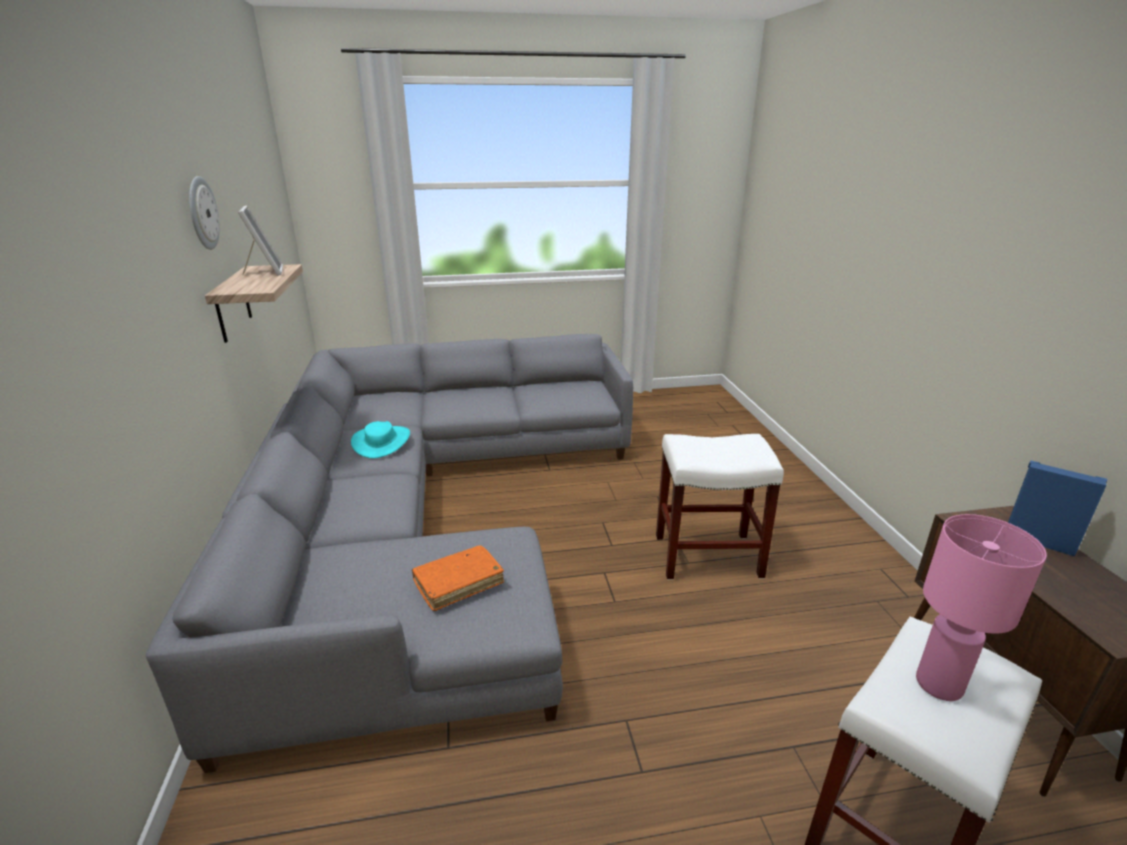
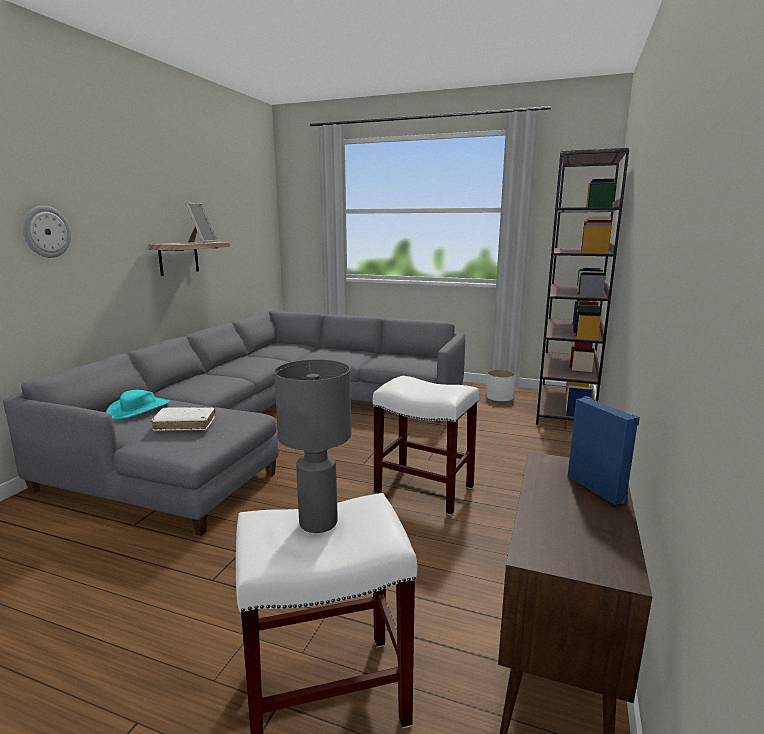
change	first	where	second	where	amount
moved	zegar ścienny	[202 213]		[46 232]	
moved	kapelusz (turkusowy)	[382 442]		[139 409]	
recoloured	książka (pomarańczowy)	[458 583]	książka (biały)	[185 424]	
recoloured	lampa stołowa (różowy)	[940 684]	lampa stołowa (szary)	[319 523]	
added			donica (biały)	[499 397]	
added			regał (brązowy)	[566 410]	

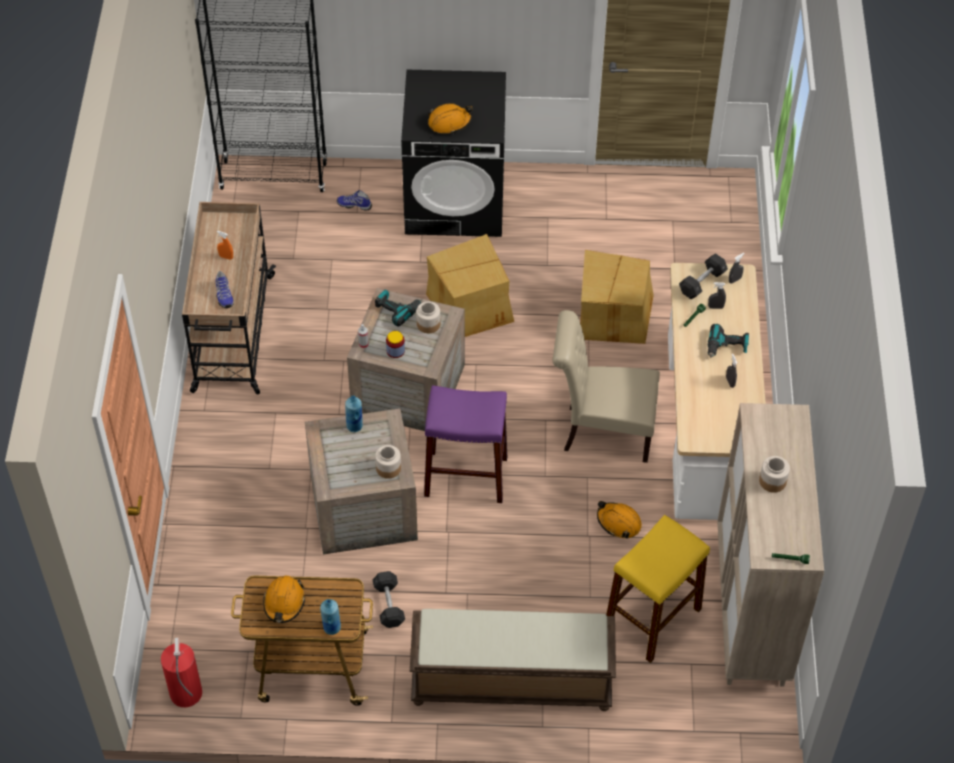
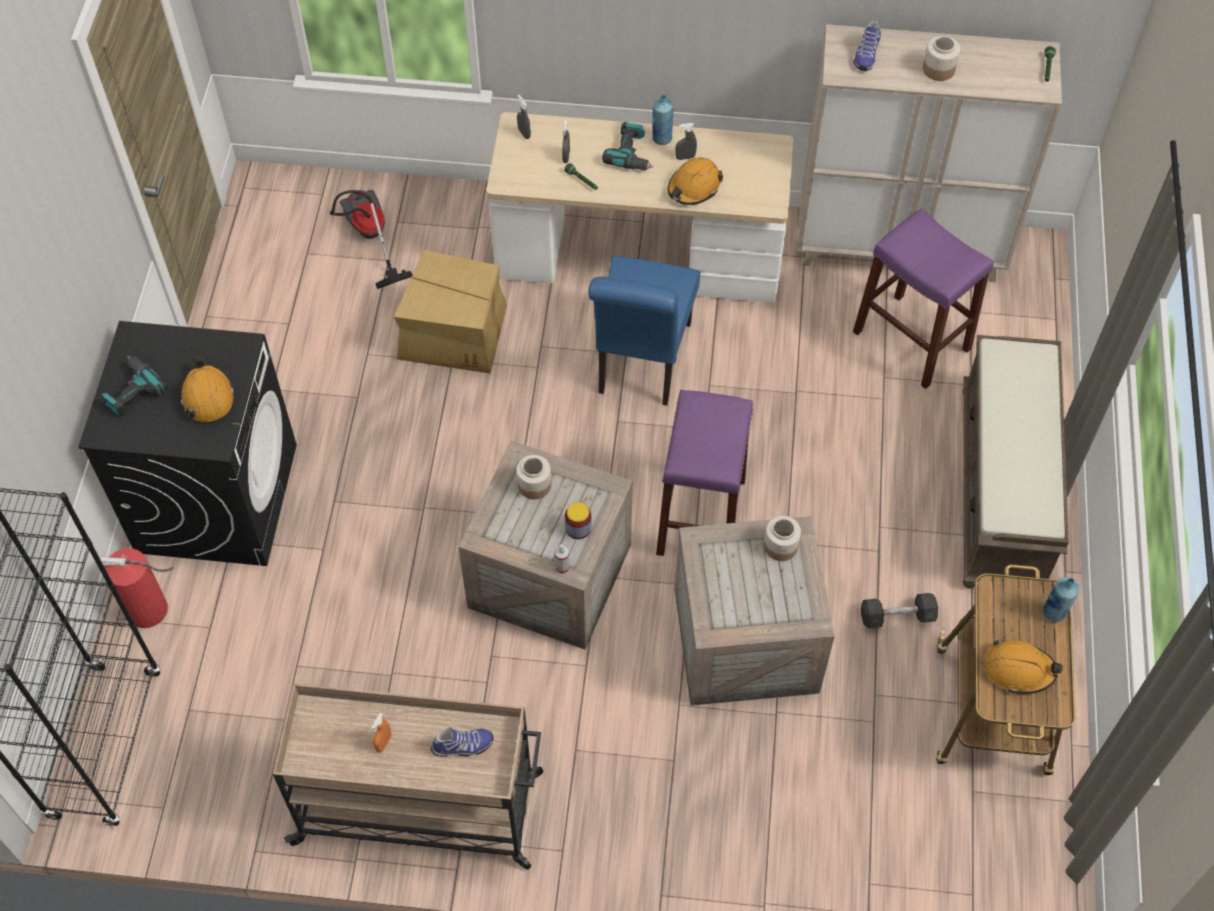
change	first	where	second	where	amount
moved	gaśnica	[185 694]		[149 609]	
moved	wiertarka	[397 309]		[132 391]	
added			odkurzacz	[368 237]	
recoloured	krzesło (beżowy)	[601 432]	krzesło (niebieski)	[641 363]	
moved	butelka (niebieski)	[354 426]		[662 138]	
moved	kask (pomarańczowy)	[618 522]		[694 187]	
recoloured	stołek (żółty)	[652 618]	stołek (fioletowy)	[912 340]	
moved	but	[354 204]		[866 54]	
removed	karton	[471 304]			
removed	hantel (szary)	[702 282]			

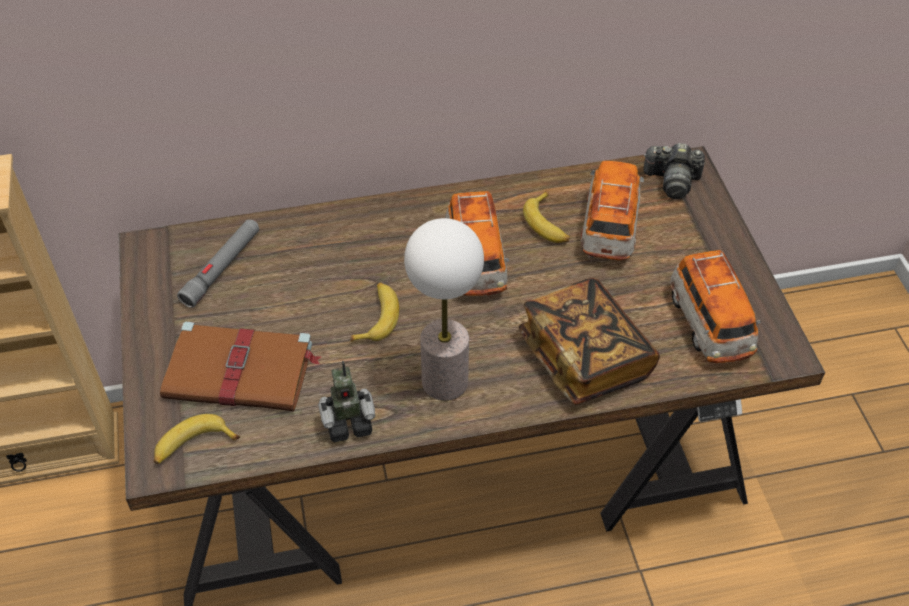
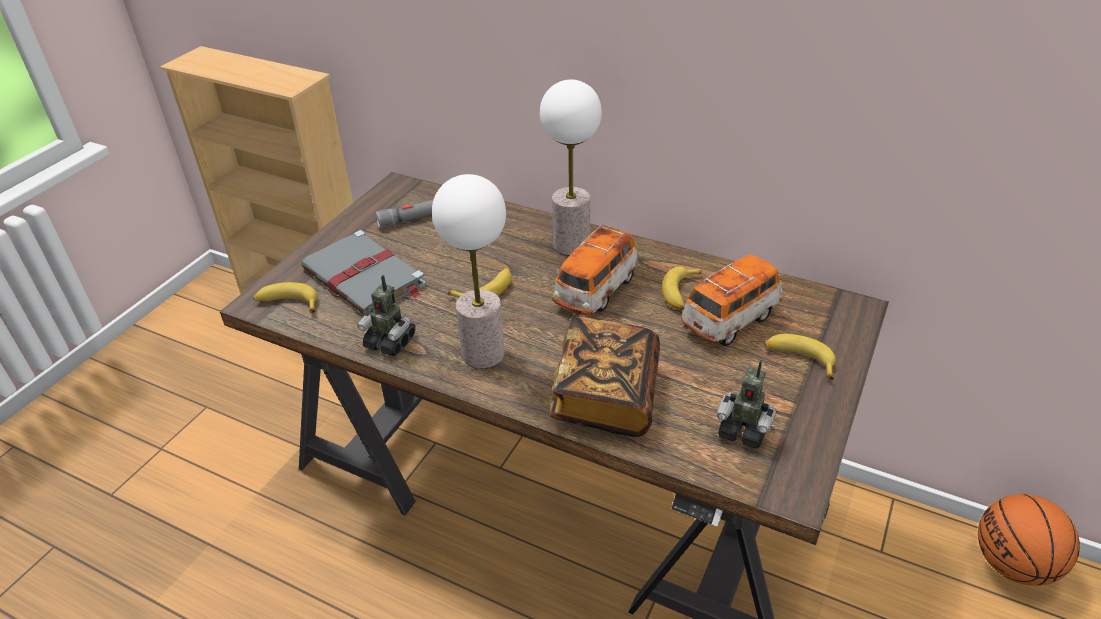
change	first	where	second	where	amount
recoloured	książka (brązowy)	[241 371]	książka (szary)	[365 278]	
added			lampa stołowa	[571 245]	
replaced	samochodzik	[709 324]	robot zabawkowy	[743 430]	
added			banan	[798 359]	
added			piłka do koszykówki	[1012 564]	
removed	aparat fotograficzny	[672 181]			

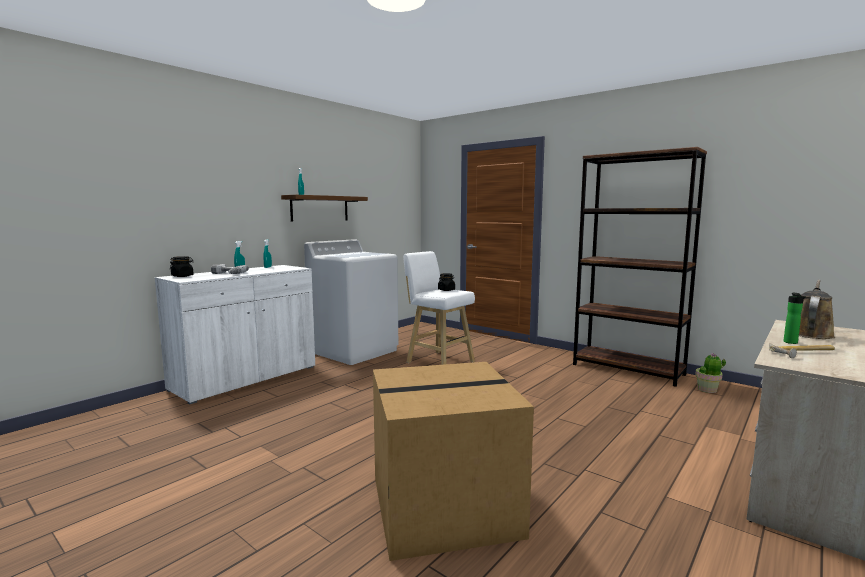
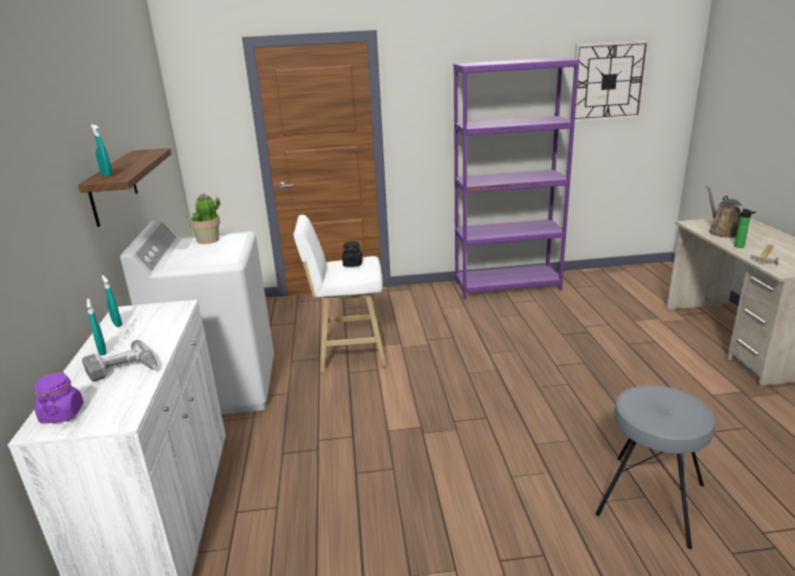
change	first	where	second	where	amount
recoloured	słoik (czarny)	[182 276]	słoik (fioletowy)	[62 414]	
moved	roślina doniczkowa	[707 389]		[208 240]	
recoloured	regał (brązowy)	[628 369]	regał (fioletowy)	[507 286]	
added			zegar ścienny	[608 81]	
replaced	karton	[445 504]	stołek (szary)	[649 499]	

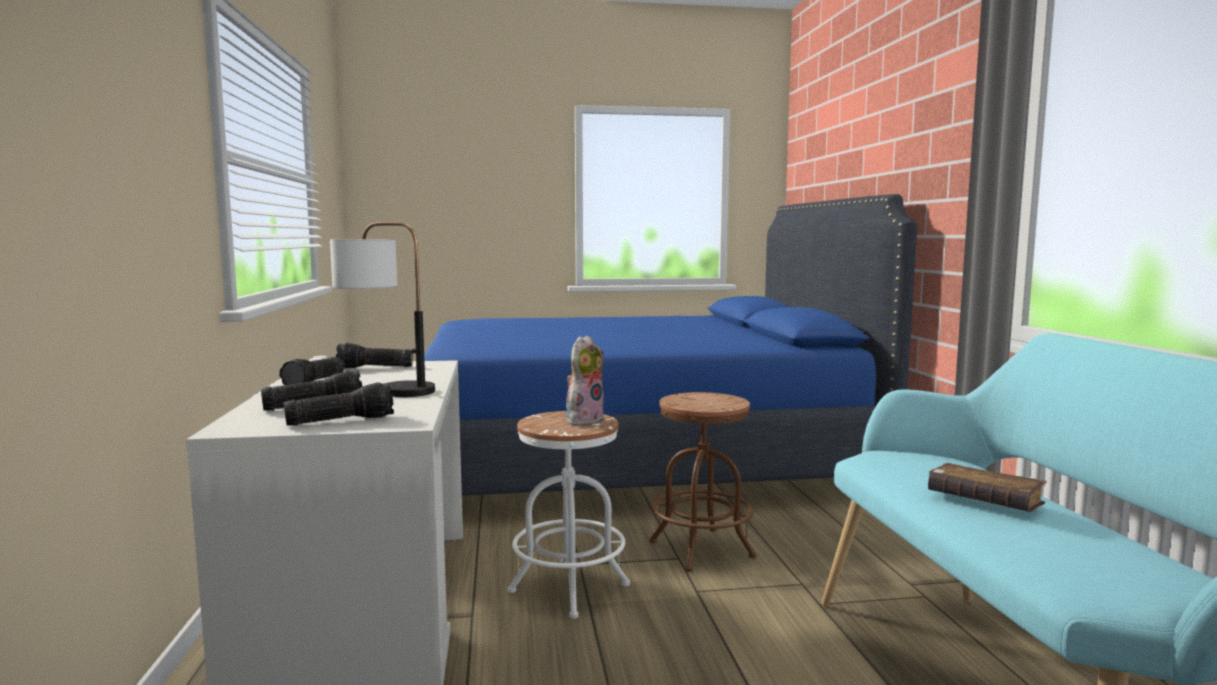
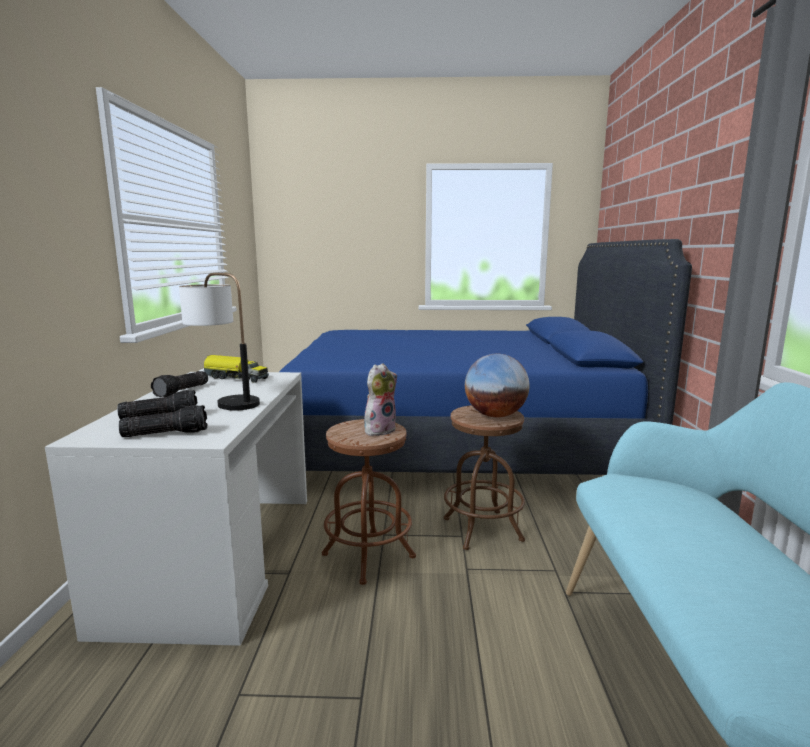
change	first	where	second	where	amount
replaced	latarka	[374 368]	ciężarówka zabawkowa	[235 378]	
recoloured	stołek (biały)	[569 588]	stołek (brązowy)	[368 556]	
added			globus	[495 415]	
removed	książka (brązowy)	[984 501]			

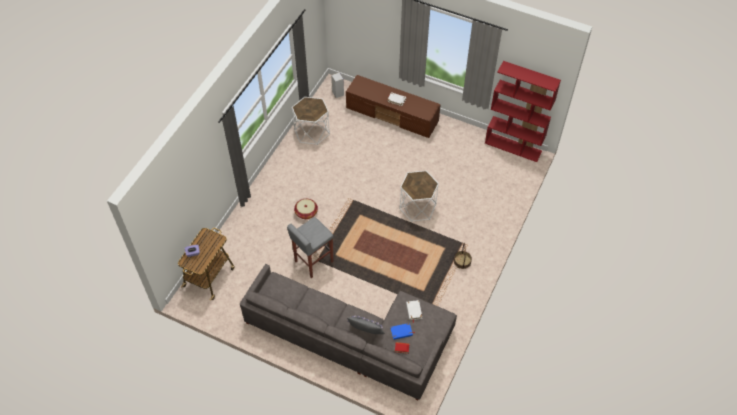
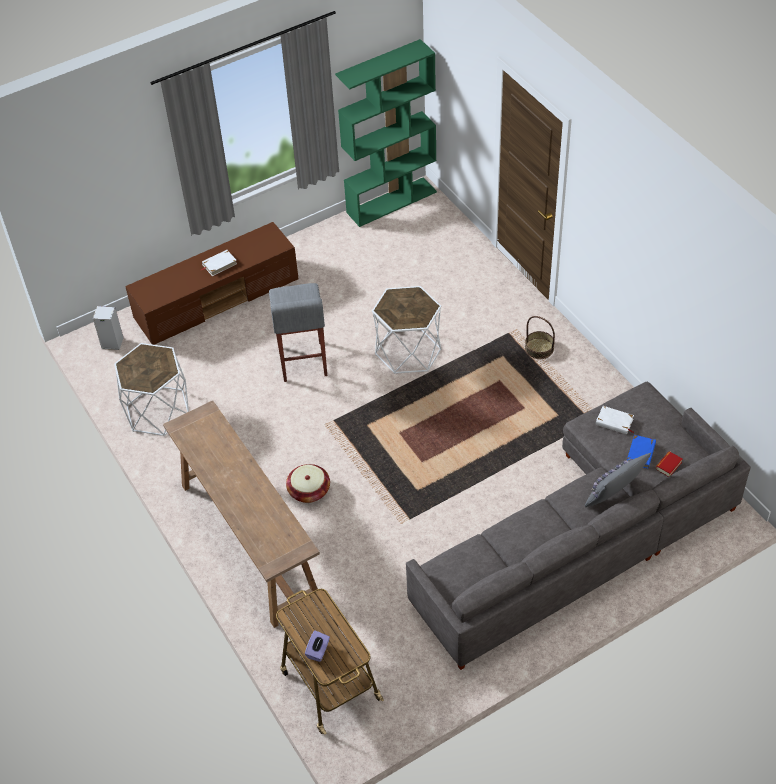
change	first	where	second	where	amount
added			stolik konsolowy (brązowy)	[249 541]	
moved	stołek (szary)	[313 261]		[302 362]	
recoloured	regał (czerwony)	[513 147]	regał (zielony)	[391 201]	

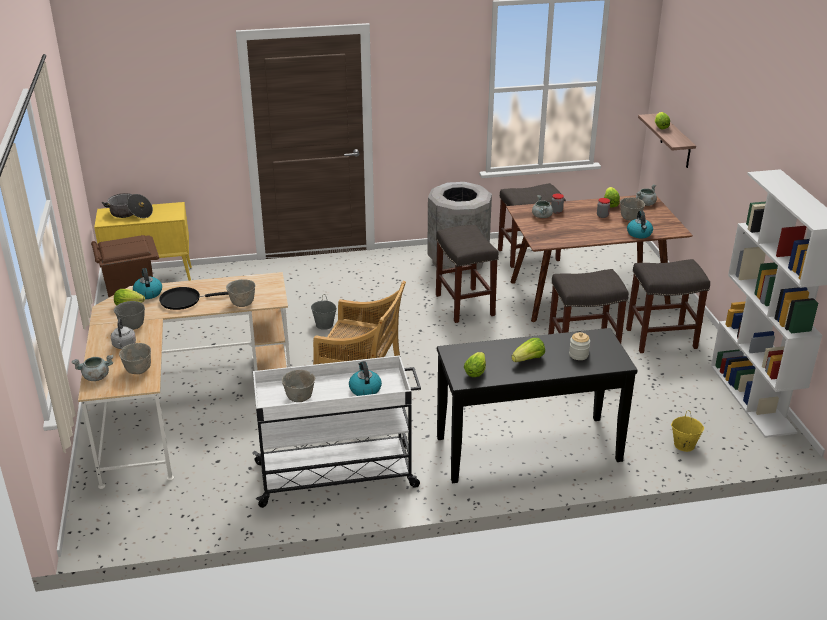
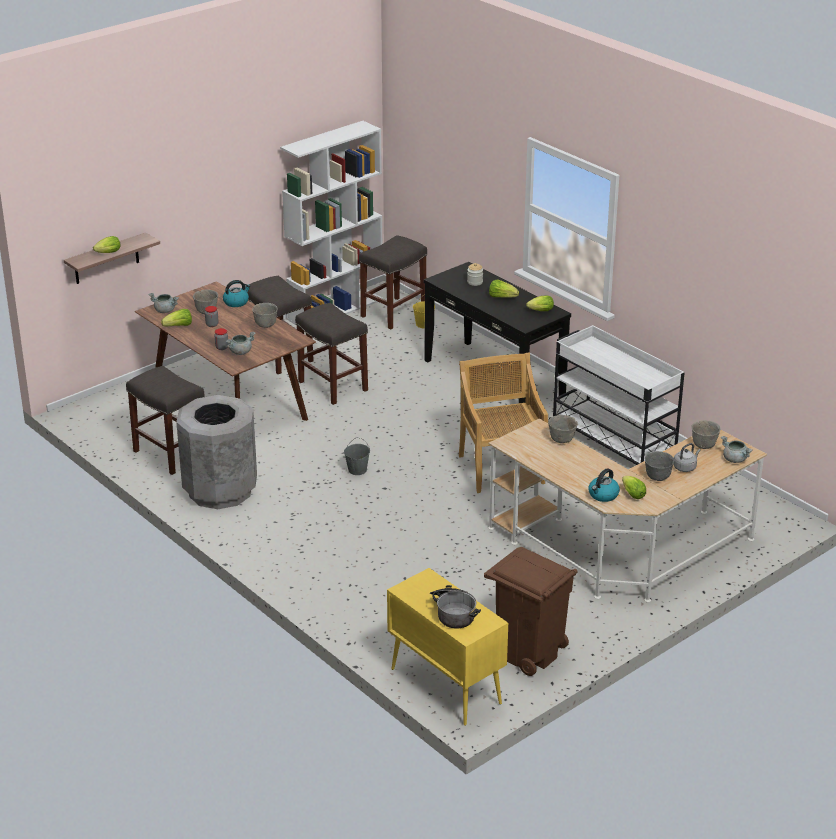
change	first	where	second	where	amount
moved	miska (szary)	[300 397]		[265 325]	
moved	wiadro (szary)	[324 325]		[357 470]	
moved	stołek (szary)	[464 304]		[393 313]	
removed	patelnia (czarny)	[183 300]			
removed	czajnik	[365 389]			

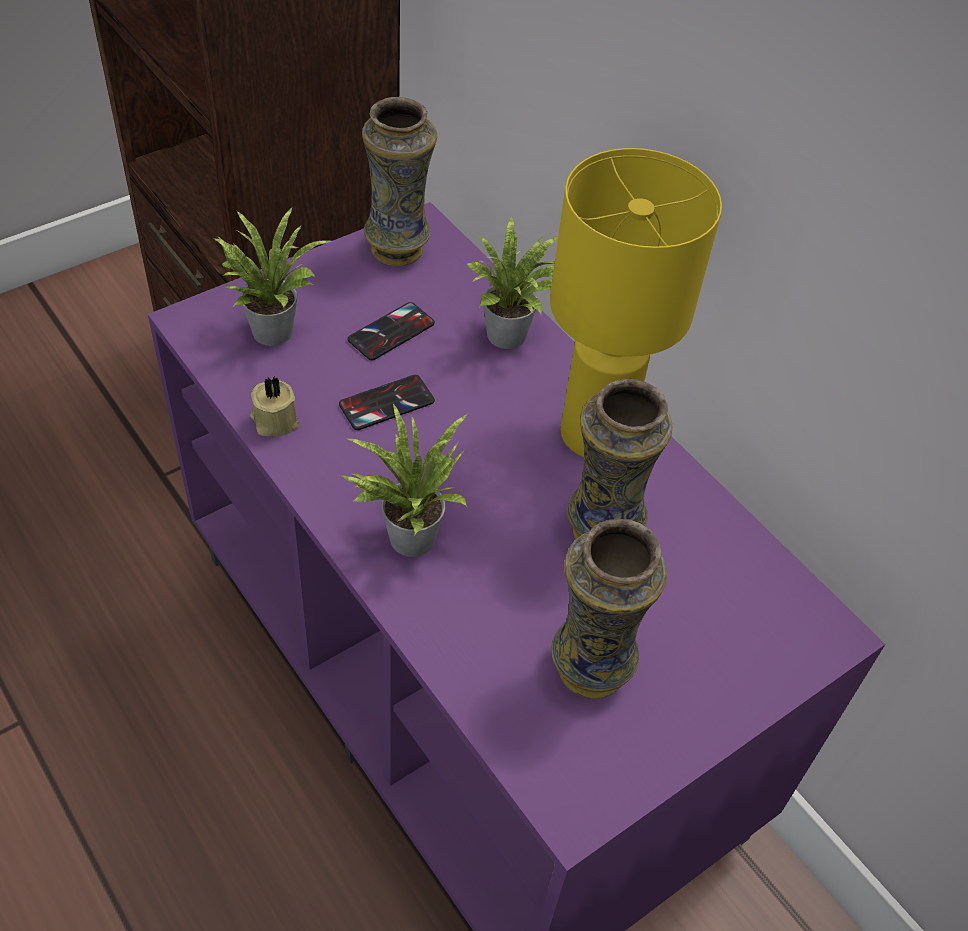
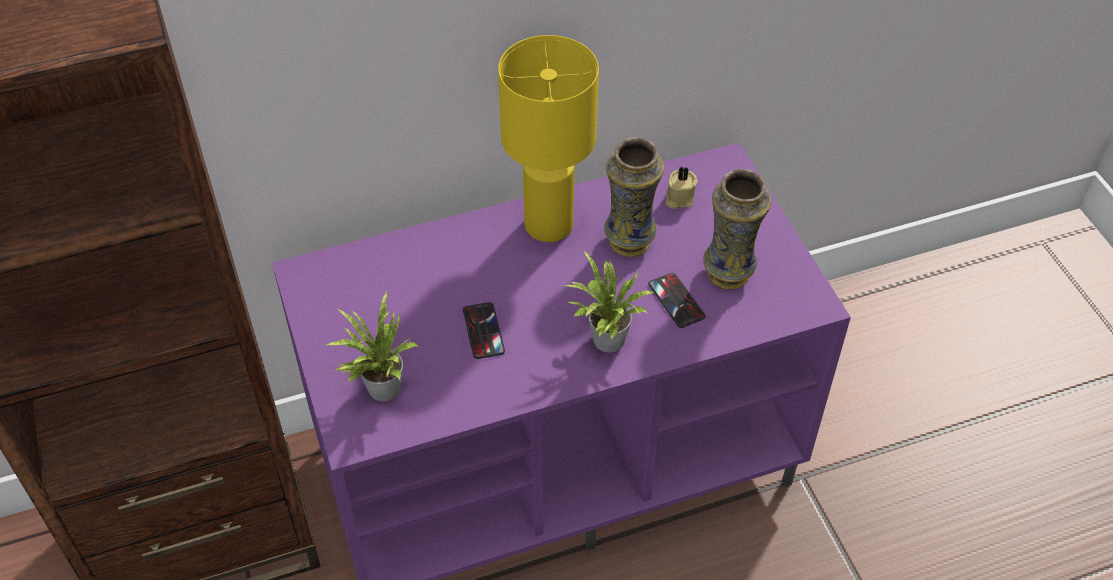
change	first	where	second	where	amount
moved	telefon	[391 332]		[676 300]	
moved	świeca (beżowy)	[274 420]		[678 198]	
removed	wazon	[398 249]			
removed	roślina doniczkowa	[511 337]			

